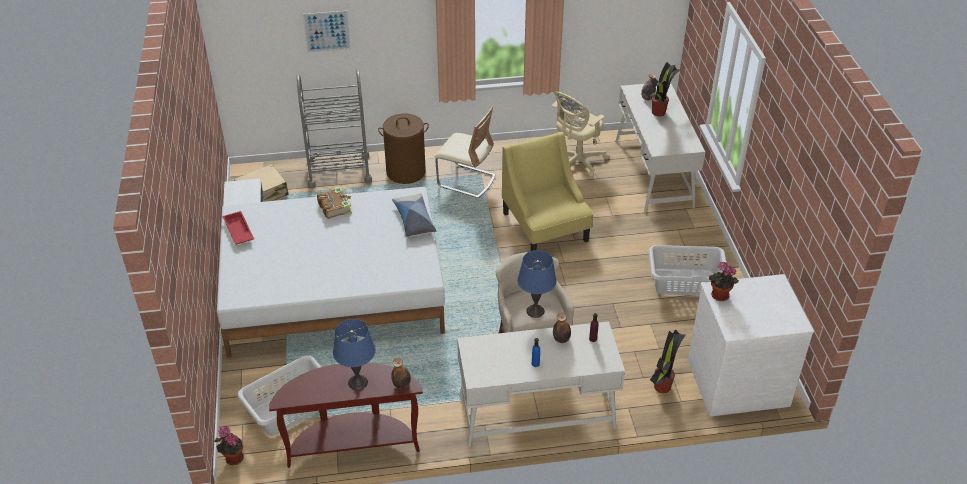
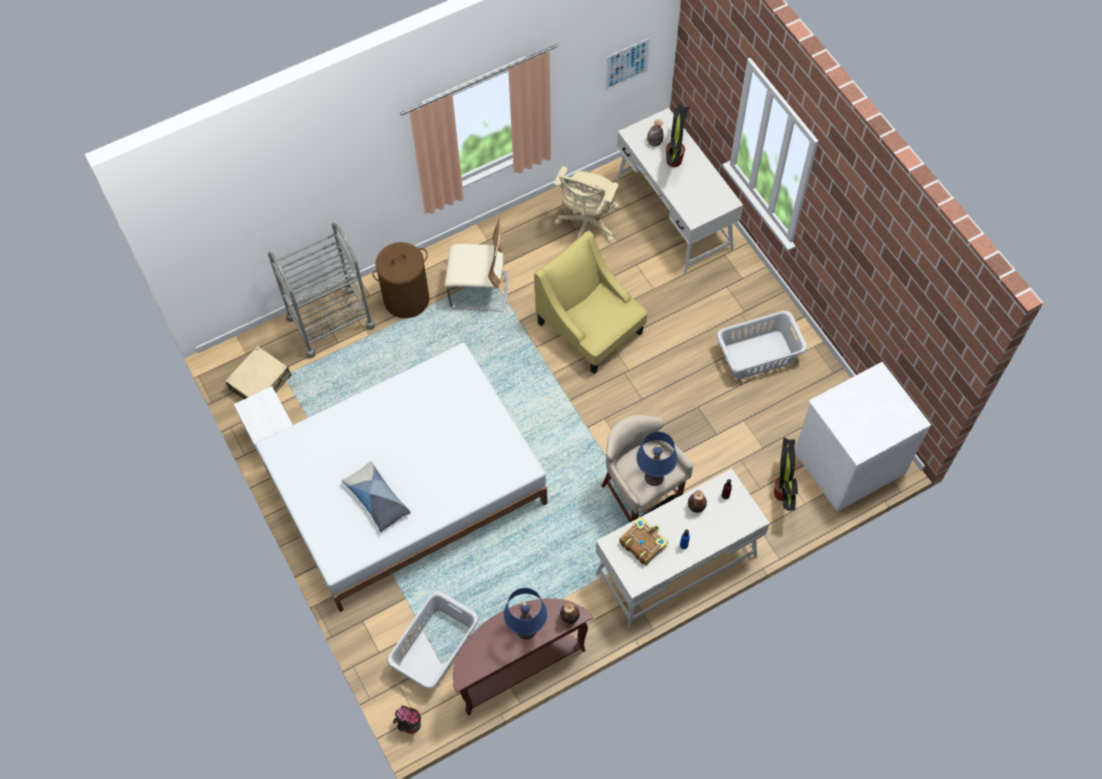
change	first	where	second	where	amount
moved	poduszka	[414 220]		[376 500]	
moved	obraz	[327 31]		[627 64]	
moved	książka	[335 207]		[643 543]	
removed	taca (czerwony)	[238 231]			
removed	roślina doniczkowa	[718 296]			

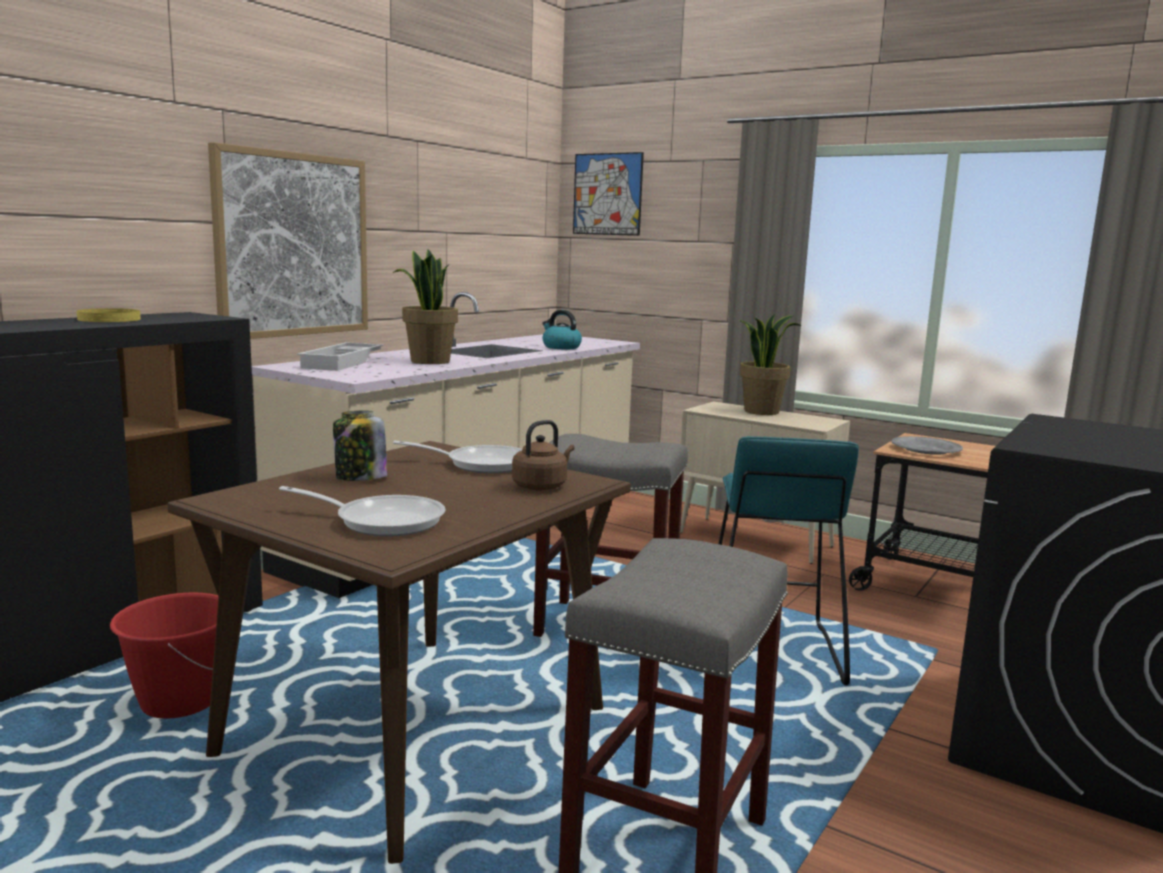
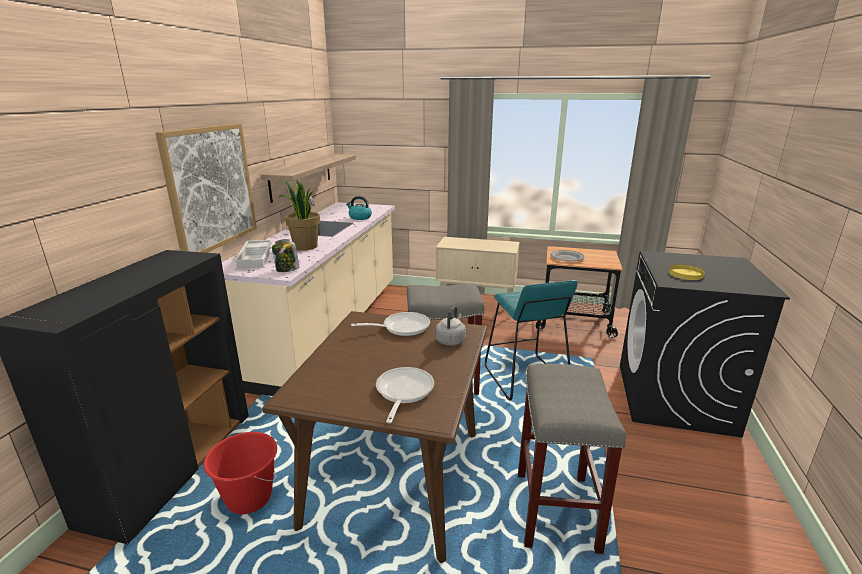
change	first	where	second	where	amount
added			półka	[301 176]	
moved	słoik	[360 478]		[287 269]	
turned	patelnia	[382 521]		[403 392]	75 degrees counterclockwise
recoloured	czajnik (brązowy)	[541 486]	czajnik (szary)	[451 340]	
moved	talerz (żółty)	[108 319]		[686 274]	
removed	obraz	[607 194]			
removed	roślina doniczkowa	[761 411]			

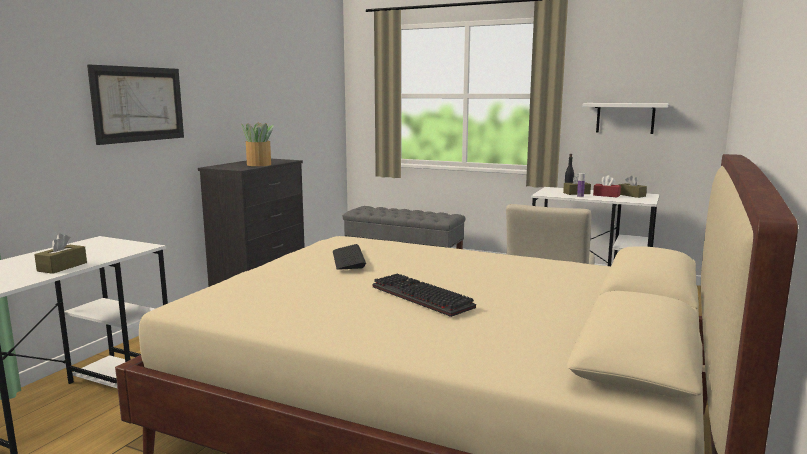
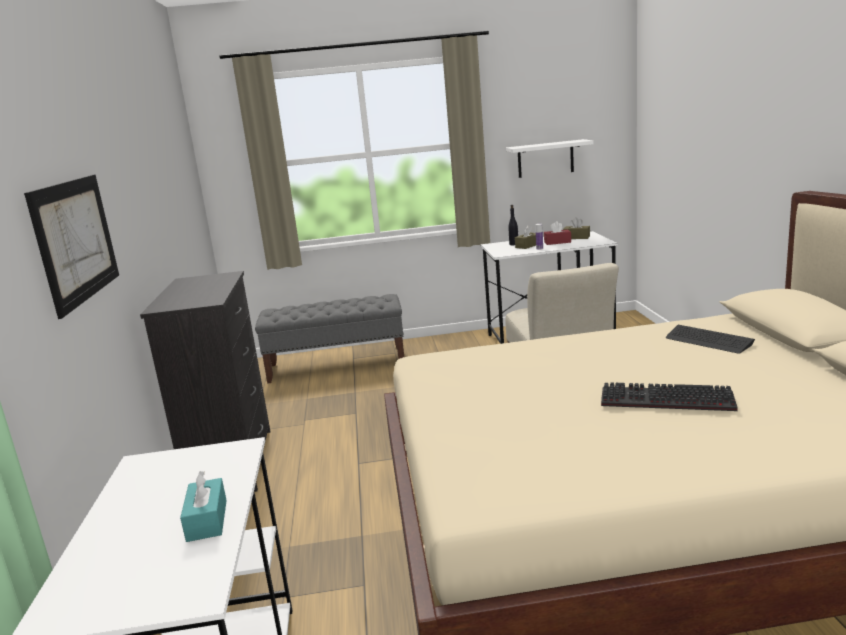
change	first	where	second	where	amount
recoloured	pudełko chusteczek (brązowy)	[62 267]	pudełko chusteczek (turkusowy)	[207 520]	
moved	klawiatura	[348 259]		[708 341]	
removed	roślina doniczkowa	[258 164]			

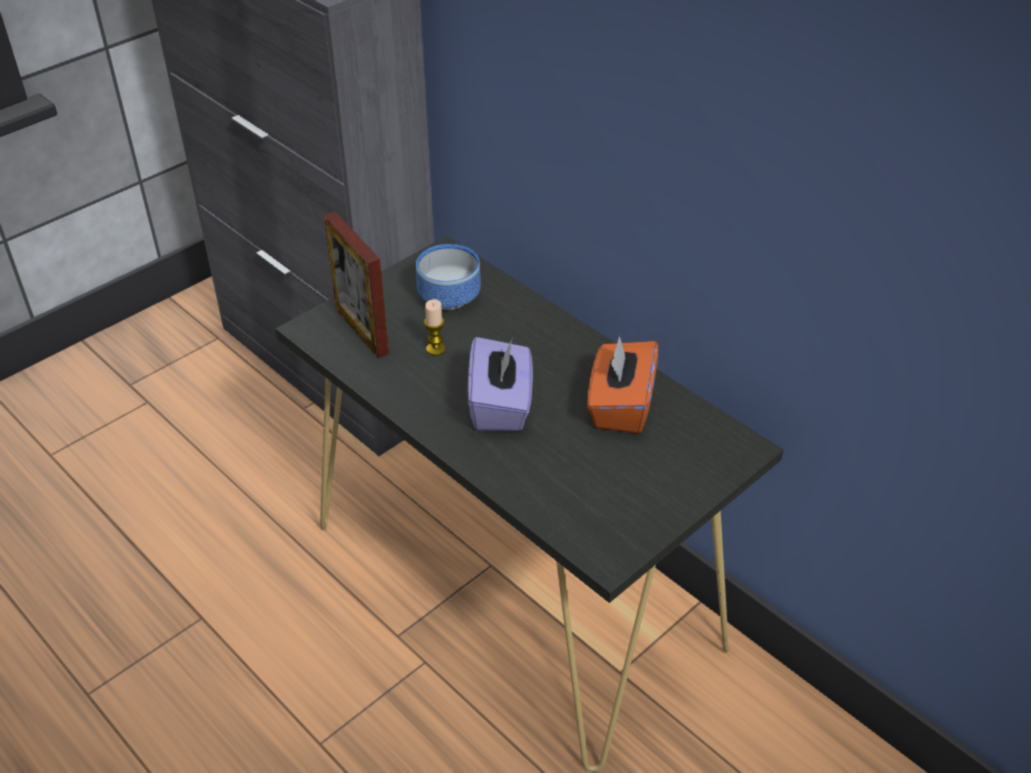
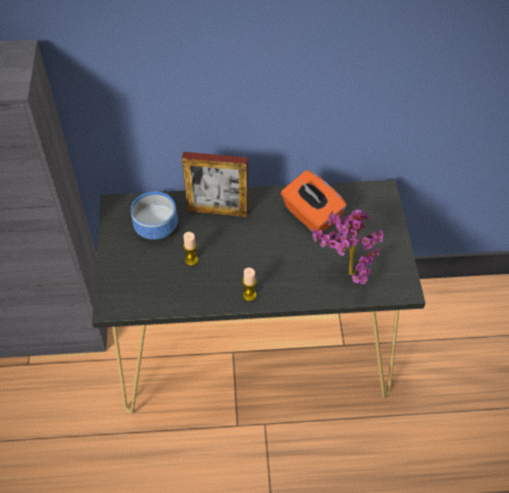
change	first	where	second	where	amount
moved	ramka na zdjęcie	[362 331]		[217 211]	
added			świeca	[249 295]	
added			roślina doniczkowa	[345 271]	
removed	pudełko chusteczek (fioletowy)	[501 406]			

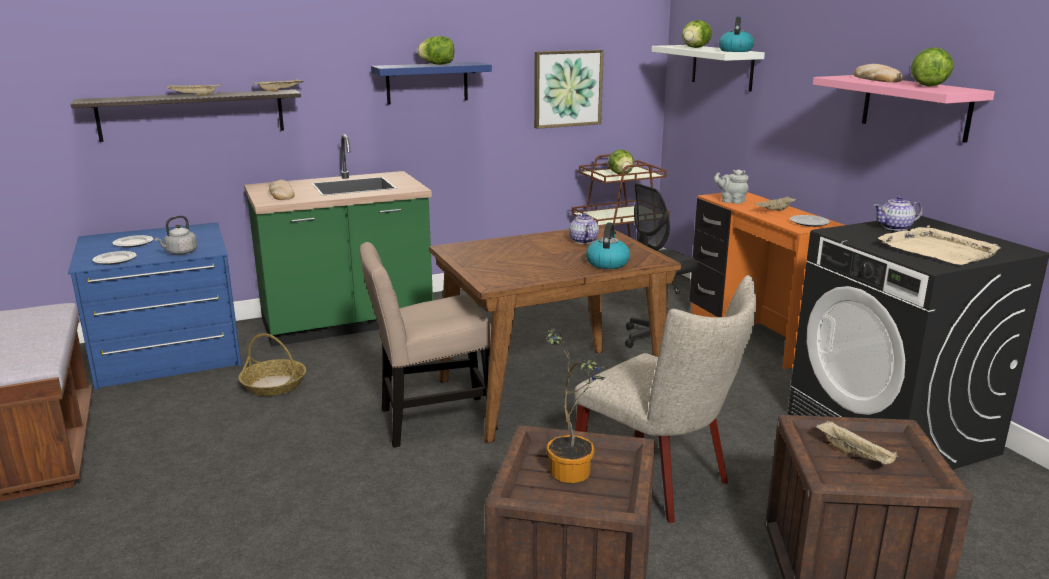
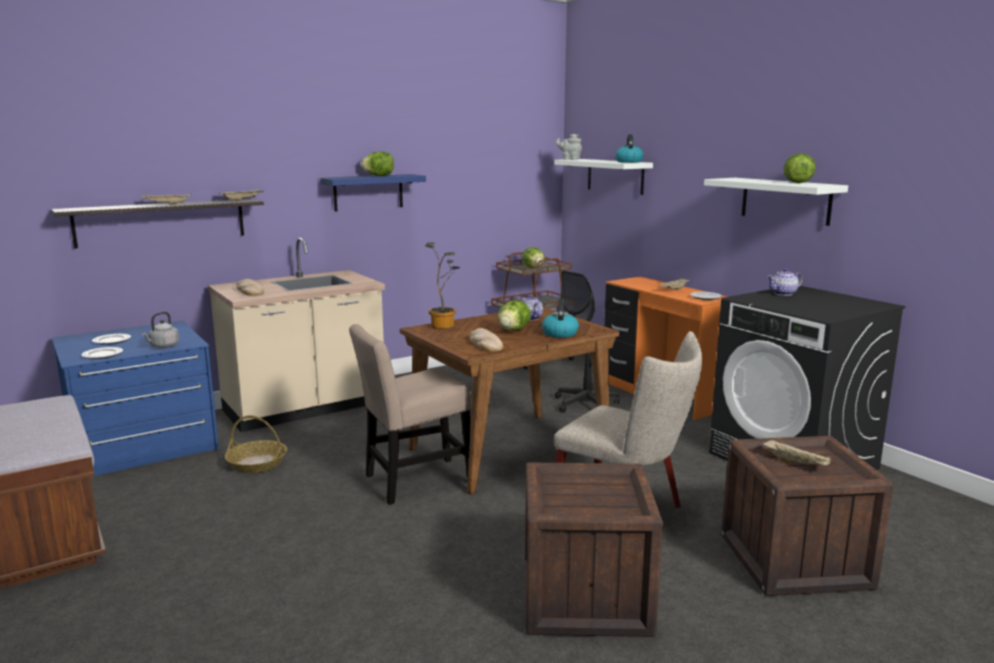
change	first	where	second	where	amount
recoloured	zabudowa kuchenna (zielony)	[347 323]	zabudowa kuchenna (beżowy)	[305 409]	
moved	roślina doniczkowa	[574 470]		[445 325]	
moved	chleb	[875 79]		[485 344]	
moved	sałata	[695 48]		[513 330]	
moved	imbryk (szary)	[731 201]		[569 159]	
recoloured	półka (różowy)	[915 107]	półka (biały)	[785 200]	
removed	obraz	[567 88]			
removed	taca (beżowy)	[938 250]			

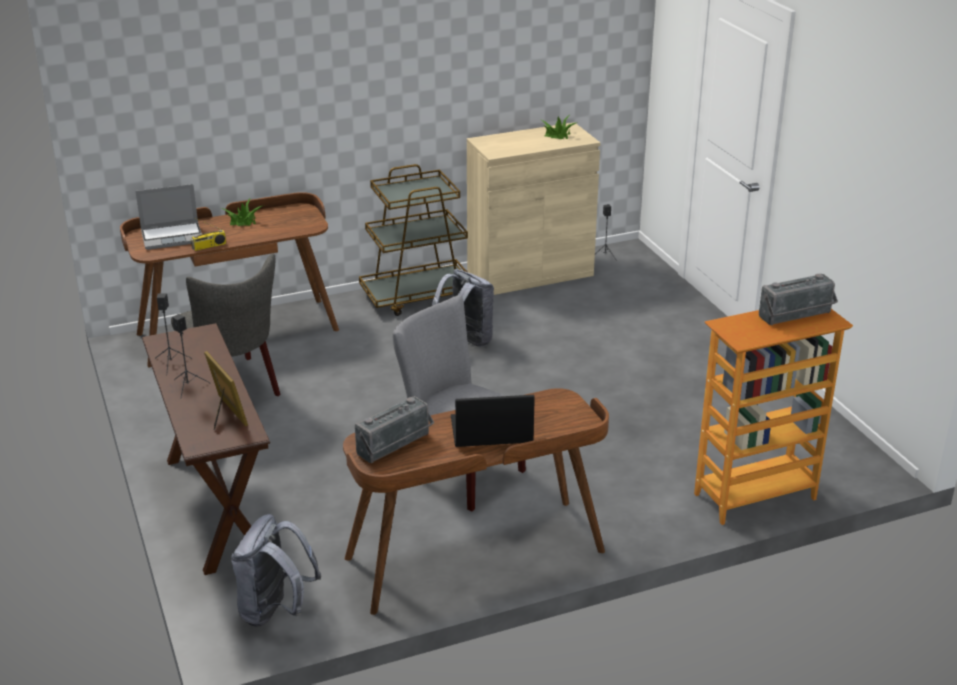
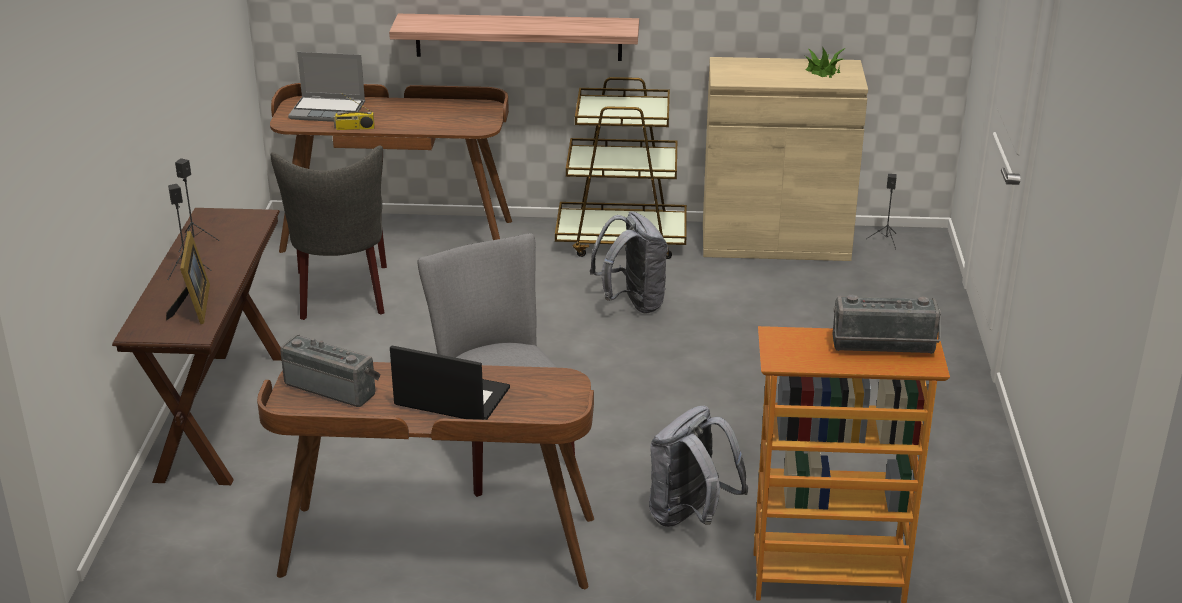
change	first	where	second	where	amount
turned	radio	[395 446]		[333 387]	135 degrees counterclockwise
added			półka	[518 37]	
moved	plecak (szary)	[275 611]		[690 516]	
removed	roślina doniczkowa	[243 221]			

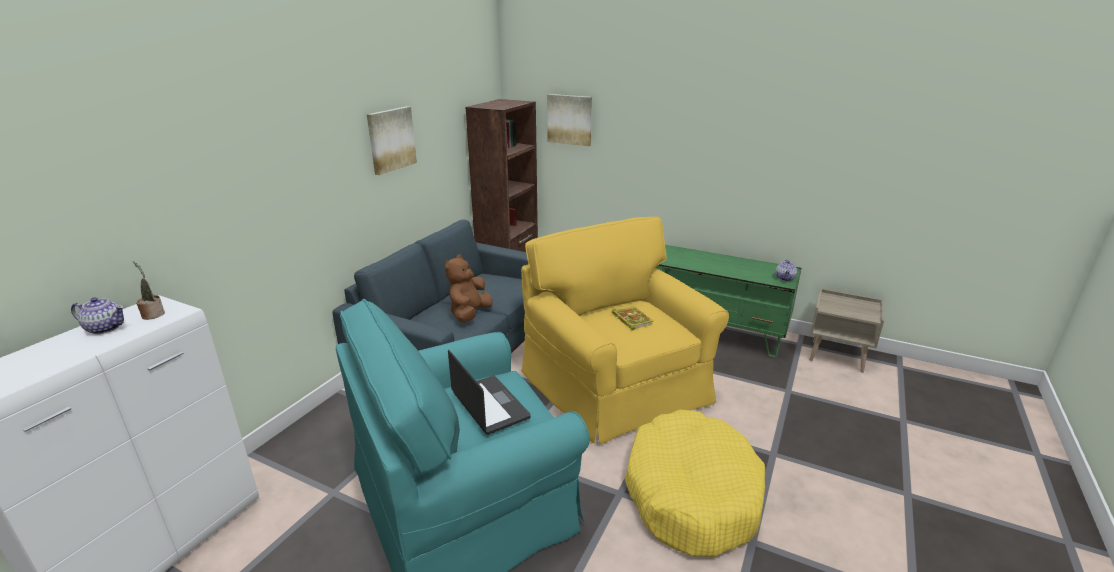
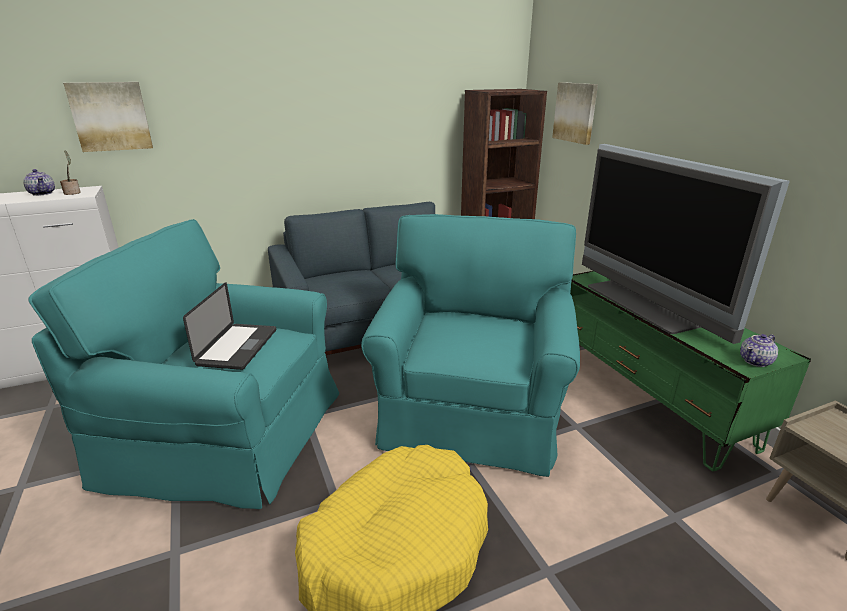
change	first	where	second	where	amount
moved	obraz	[391 139]		[110 116]	
recoloured	fotel (żółty)	[618 386]	fotel (turkusowy)	[471 410]	
added			telewizor	[644 304]	
removed	pluszak (brązowy)	[469 314]			
removed	książka	[631 319]			

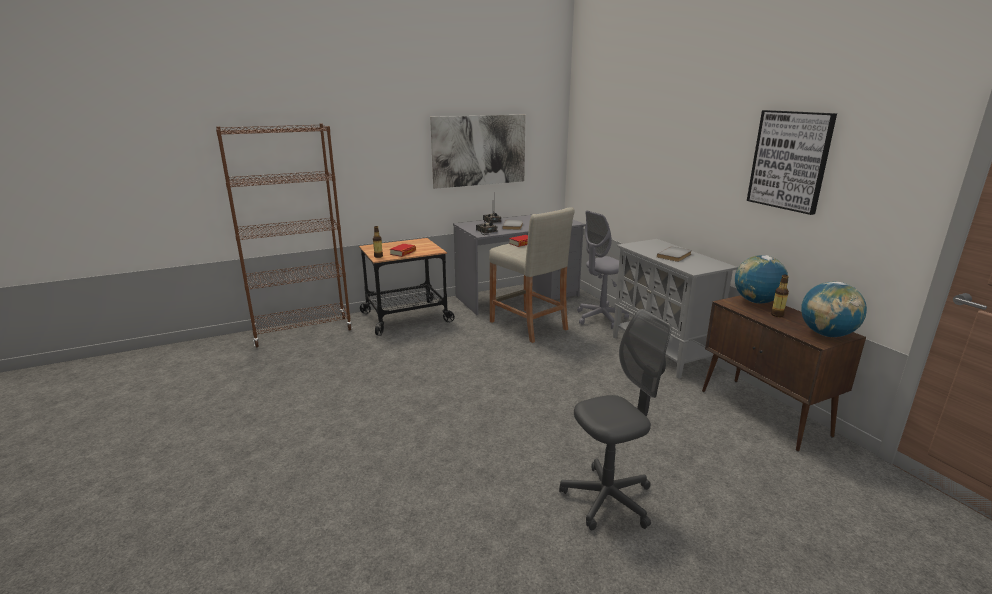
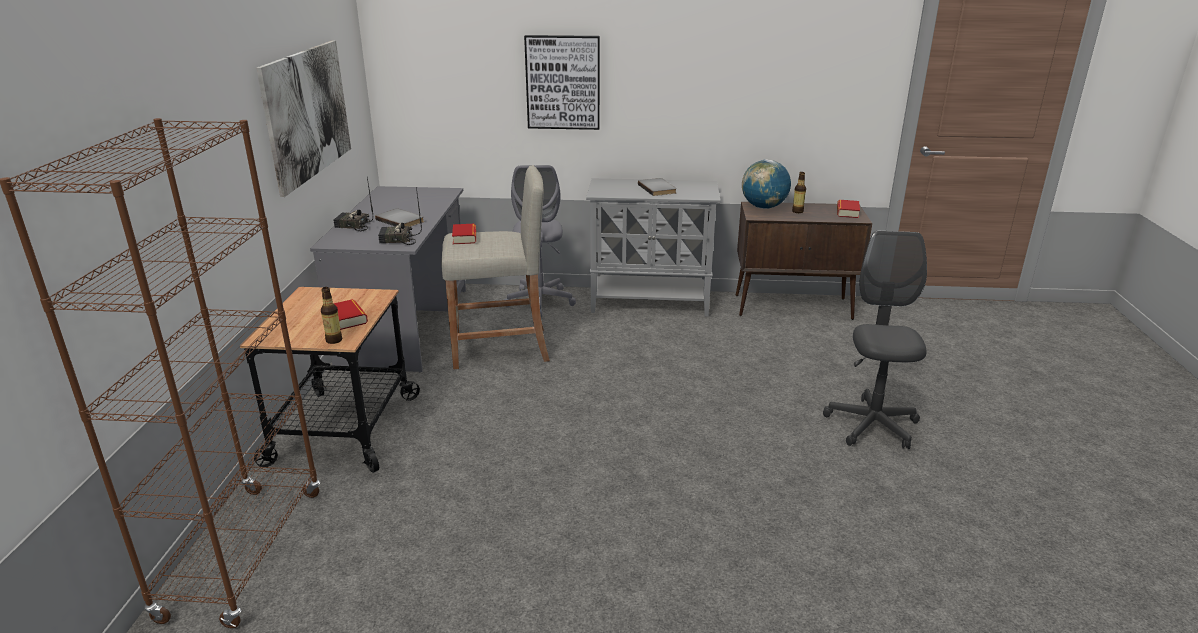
change	first	where	second	where	amount
moved	obraz	[790 160]		[563 82]	
replaced	globus	[826 334]	książka	[847 212]	

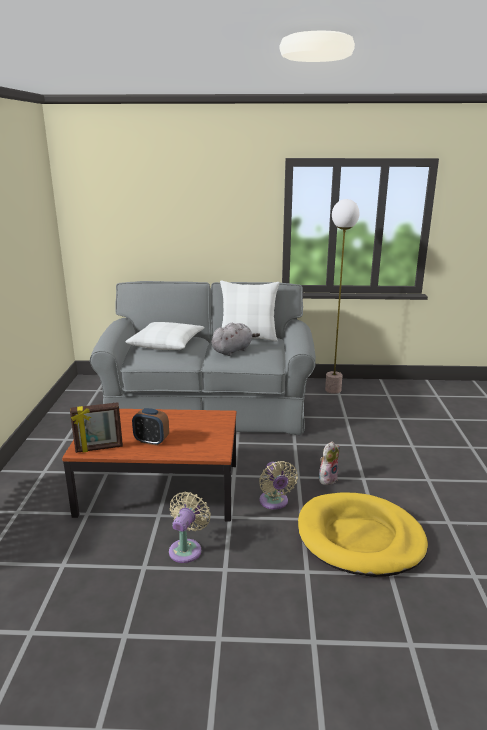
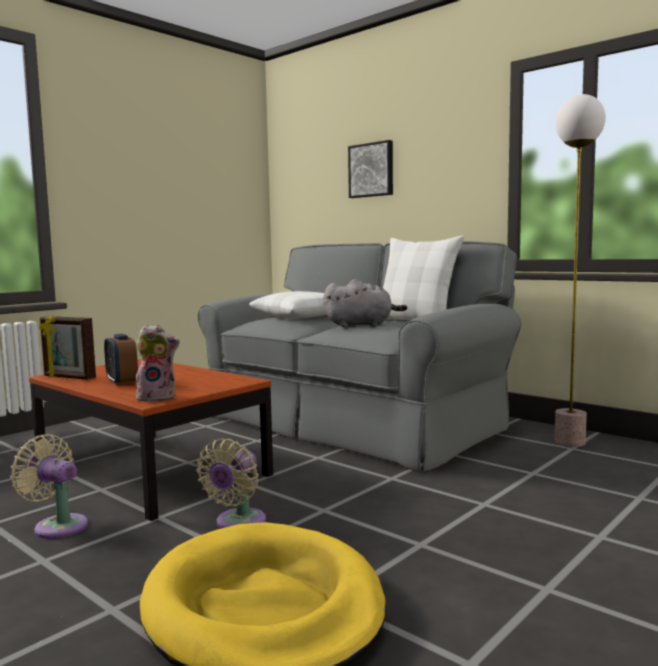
change	first	where	second	where	amount
turned	wentylator (beżowy)	[187 548]		[57 526]	120 degrees counterclockwise
moved	pluszak	[327 478]		[158 398]	
added			obraz	[372 170]	

